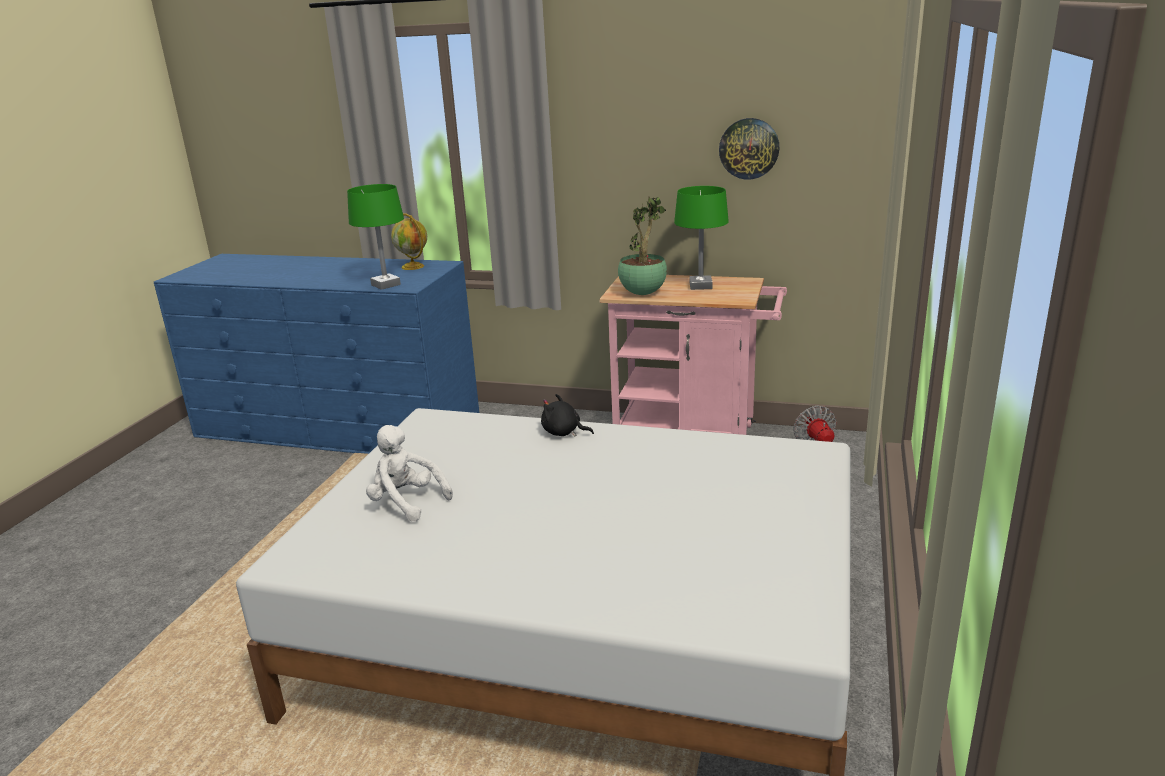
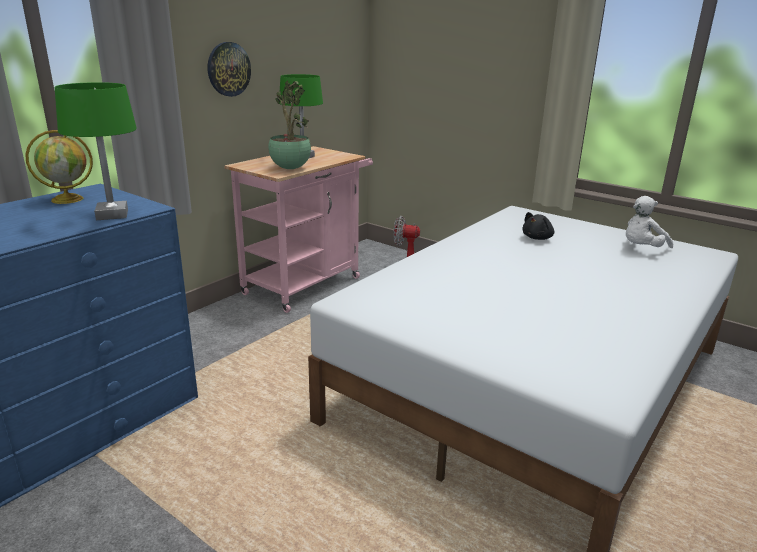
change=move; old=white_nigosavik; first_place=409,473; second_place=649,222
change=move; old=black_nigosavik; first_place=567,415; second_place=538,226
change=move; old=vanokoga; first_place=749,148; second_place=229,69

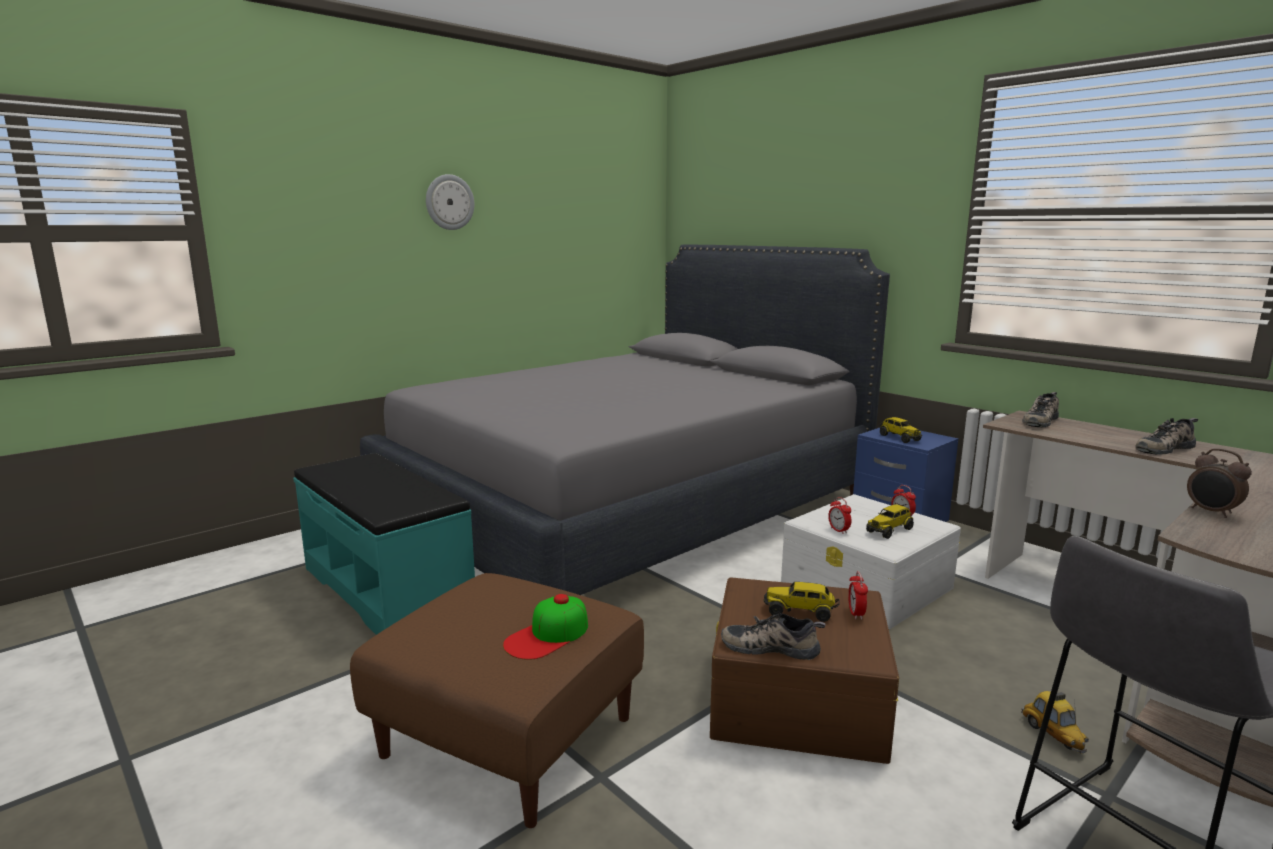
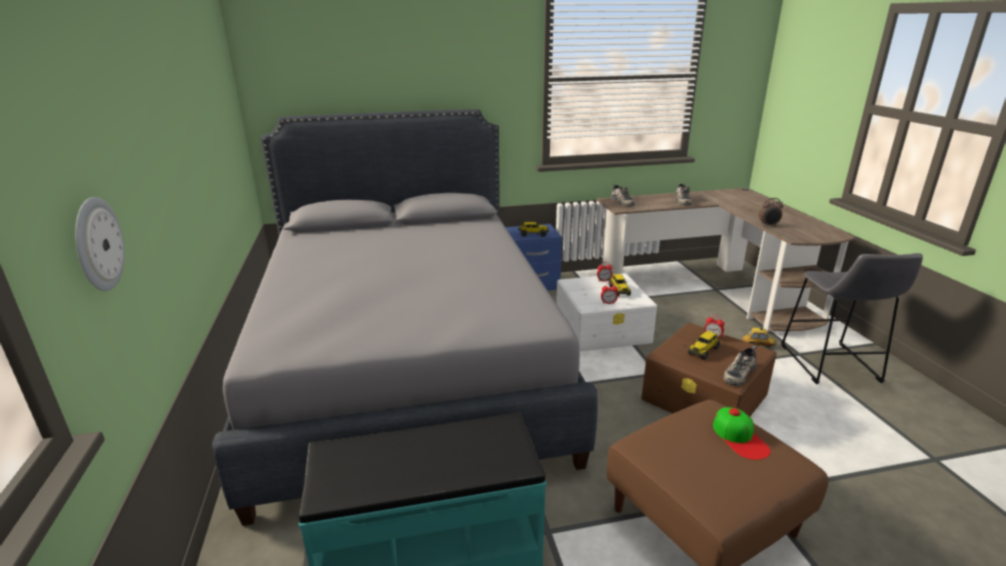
change=move; old=vanokoga; first_place=450,202; second_place=100,244

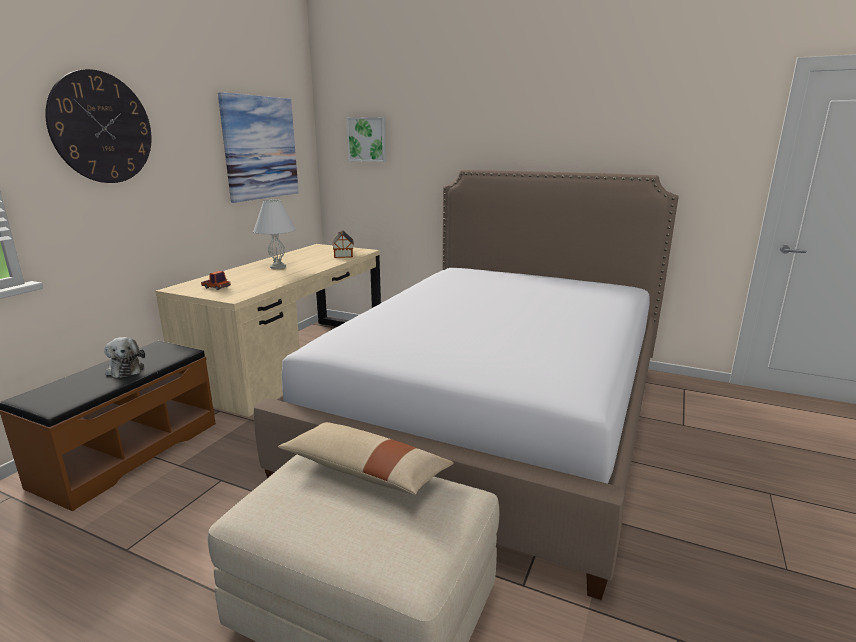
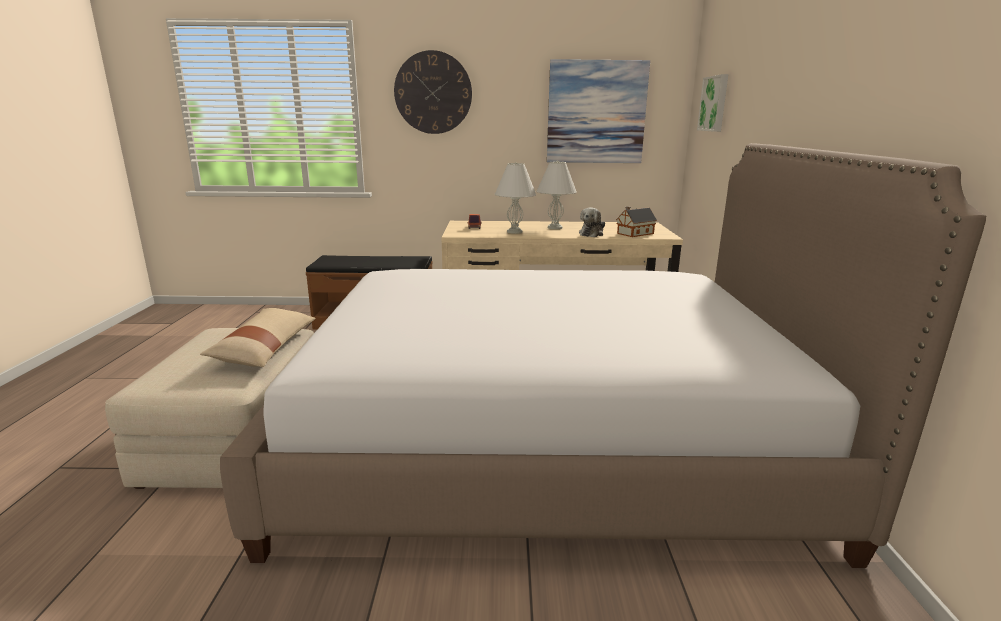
change=move; old=nigosavik; first_place=124,357; second_place=592,222
change=insert; new=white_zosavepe; second_place=515,198

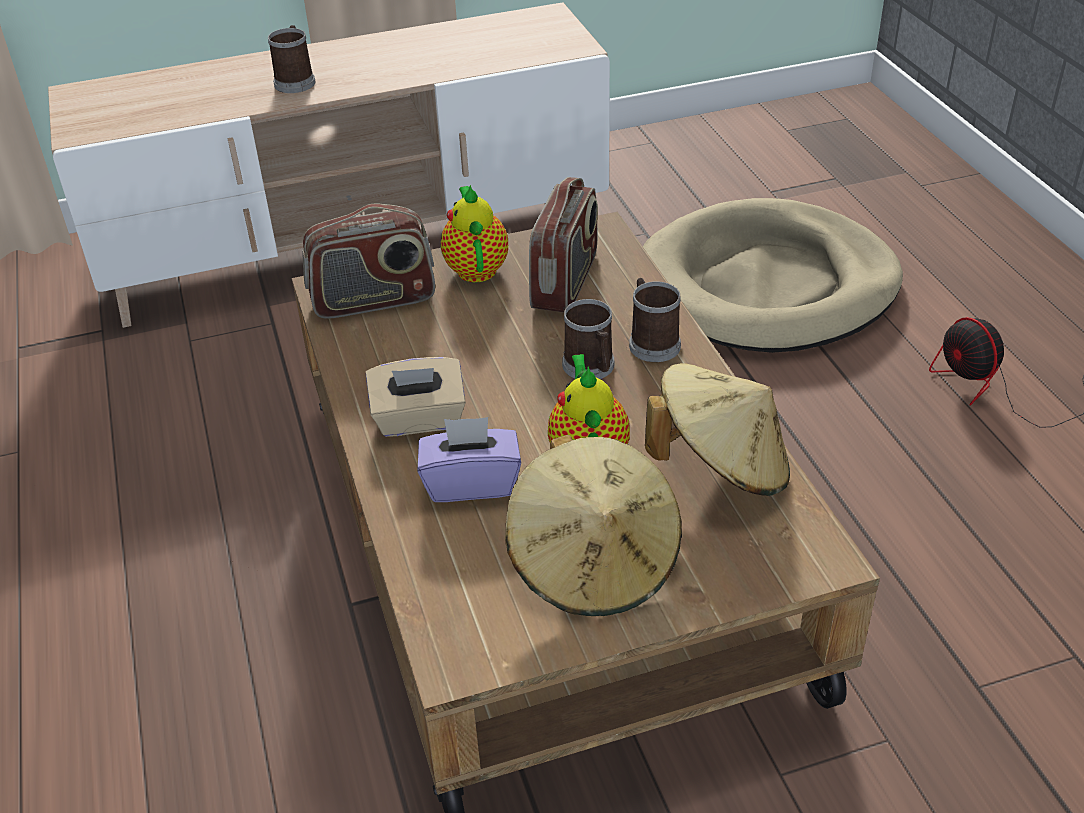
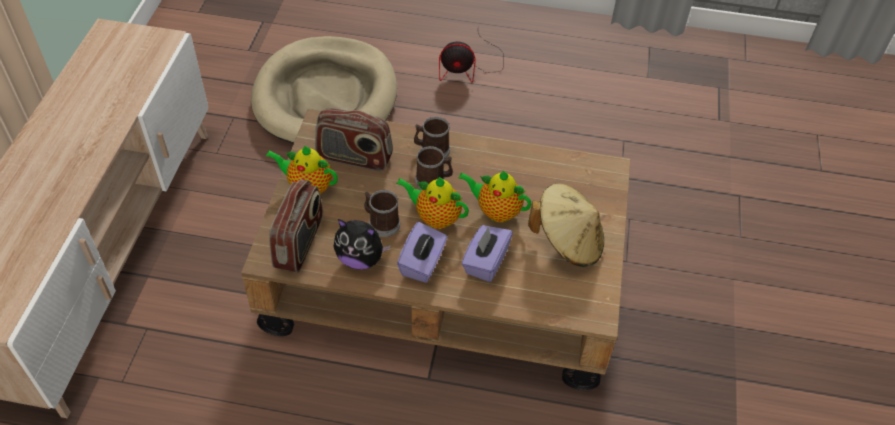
change=move; old=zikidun; first_place=292,59; second_place=382,213
change=recolor; old=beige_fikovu; new=purple_fikovu; first_place=416,397; second_place=422,252
change=rotate; old=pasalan; first_place=563,244; second_place=354,139; degrees=150
change=delete; old=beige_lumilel; first_place=717,429
change=insert; new=nigosavik; second_place=362,244
change=insert; new=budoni; second_place=432,203

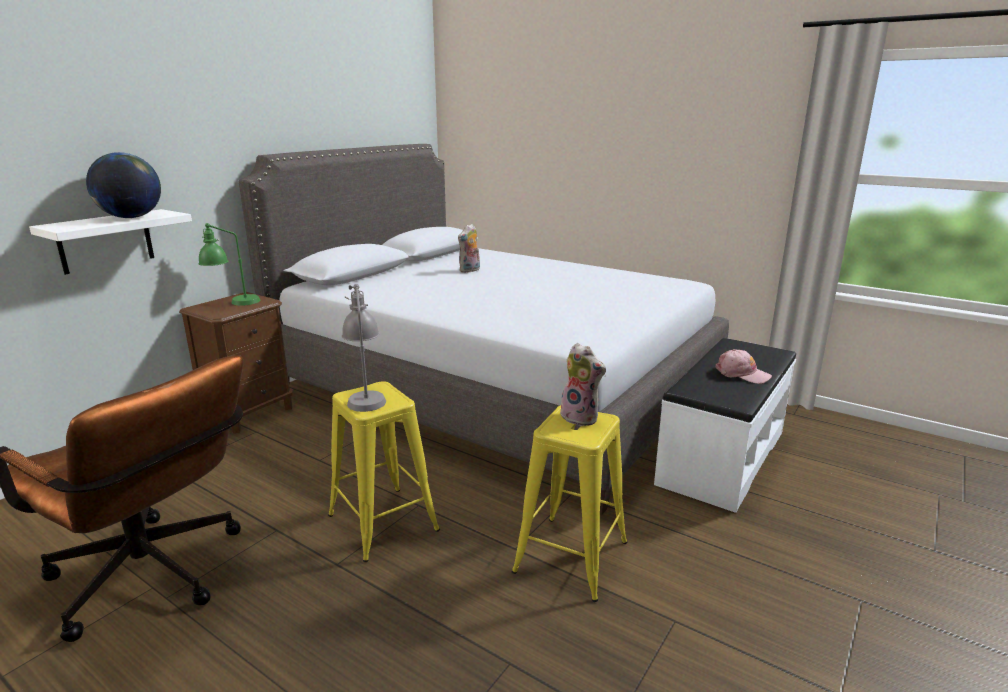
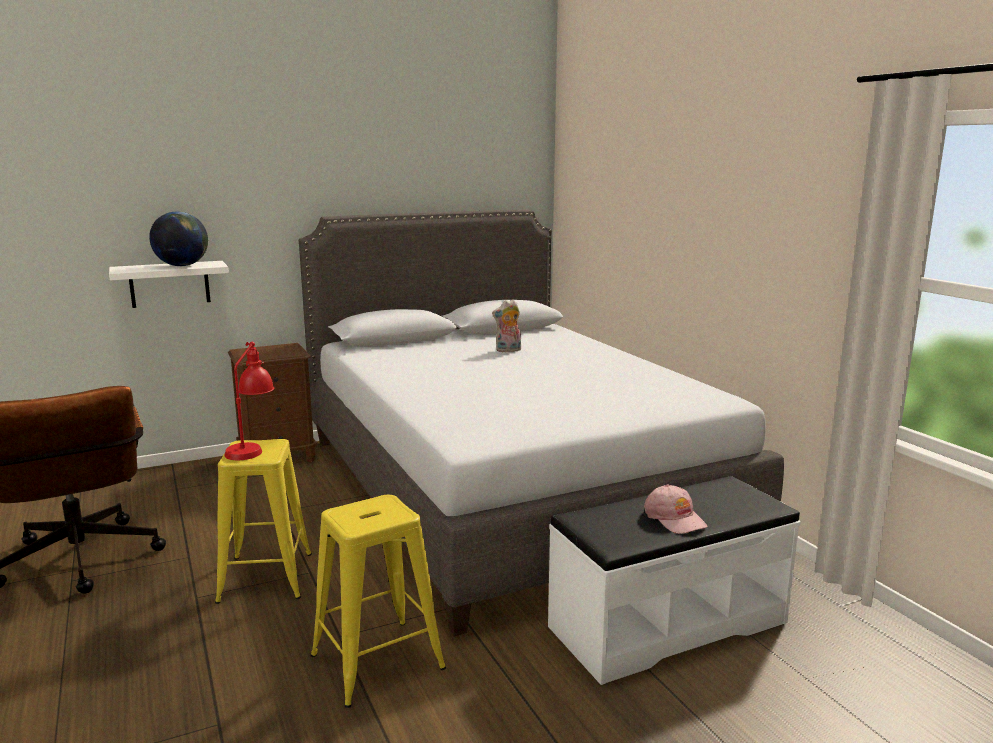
change=delete; old=green_zosavepe; first_place=229,264
change=recolor; old=grey_zosavepe; new=red_zosavepe; first_place=364,348; second_place=249,401
change=delete; old=nigosavik; first_place=582,384

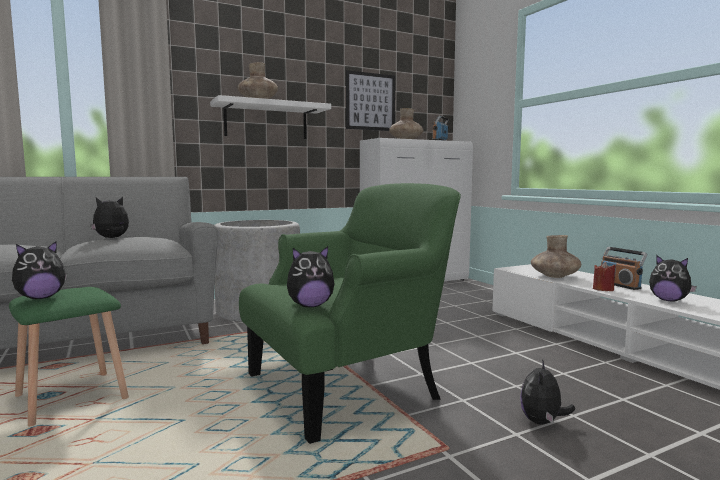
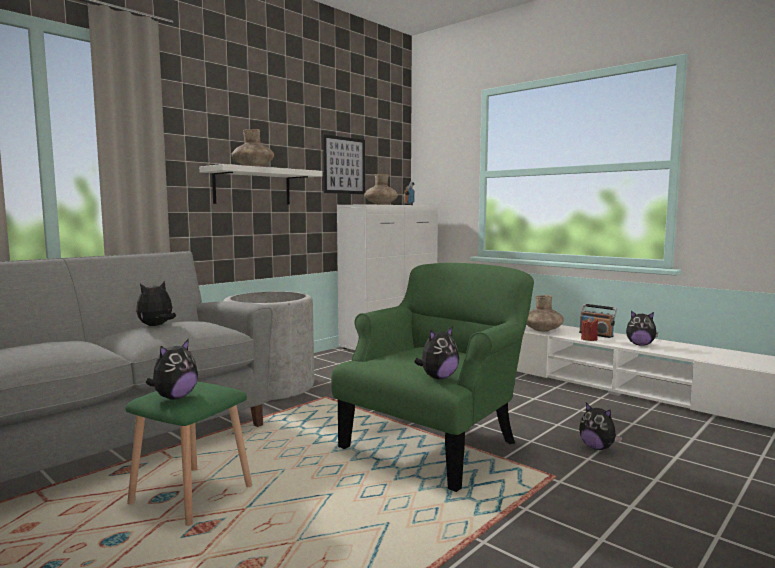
change=rotate; old=nigosavik; first_place=547,392; second_place=600,426; degrees=-45

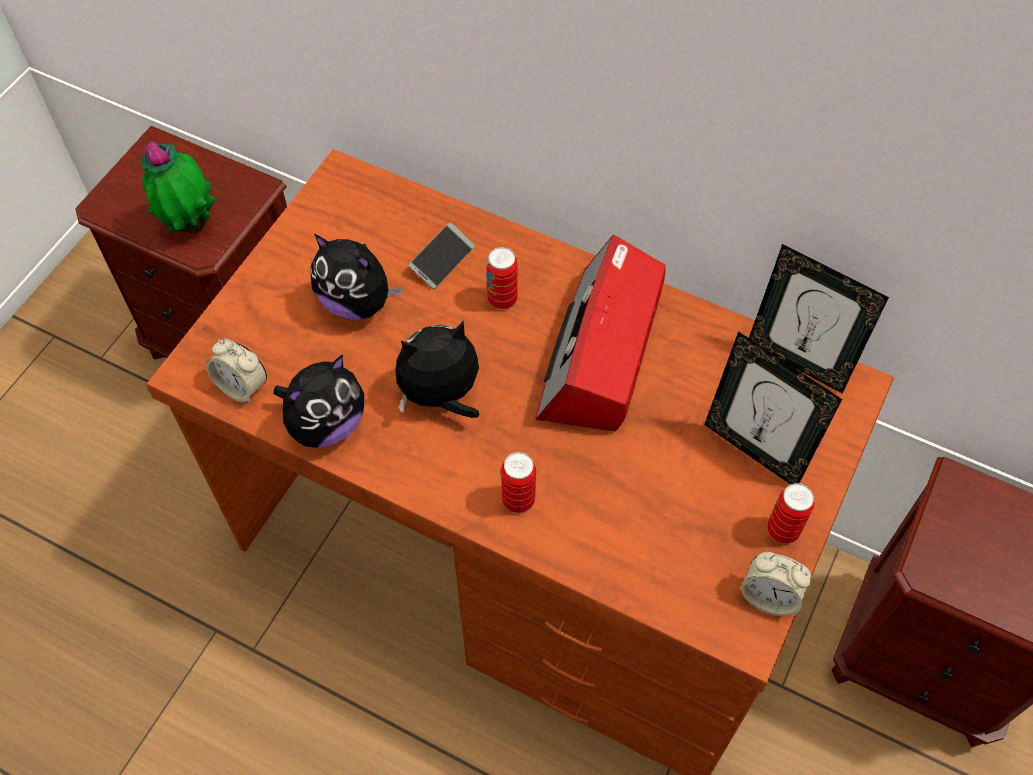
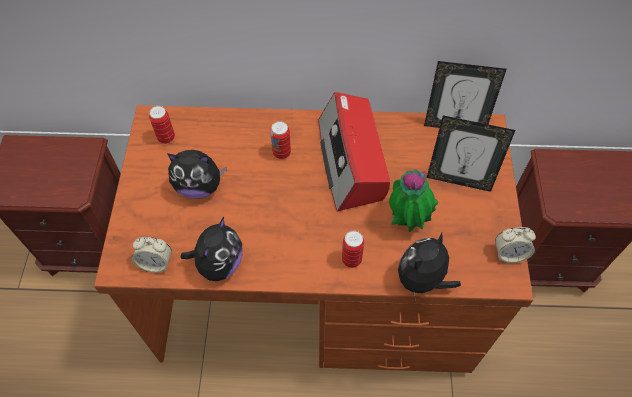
change=move; old=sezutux; first_place=178,187; second_place=414,200
change=move; old=nigosavik; first_place=437,369; second_place=429,267
change=delete; old=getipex; first_place=441,256
change=move; old=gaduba; first_place=790,513; second_place=162,125

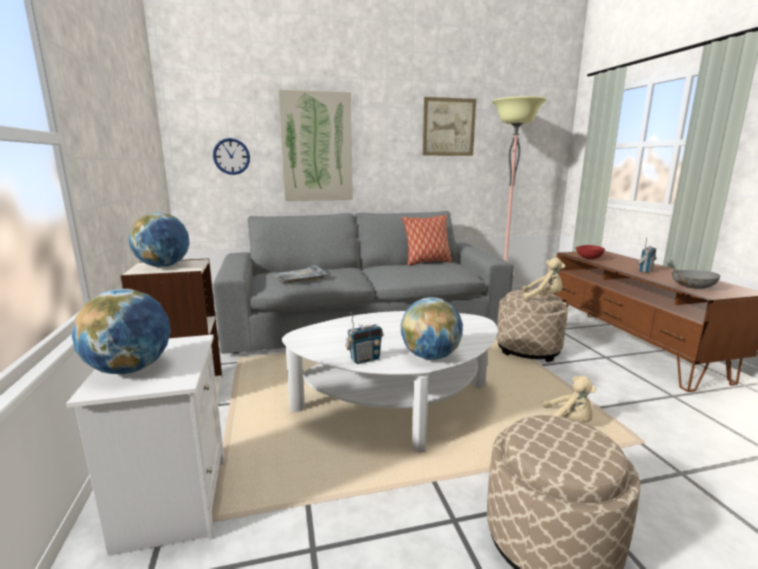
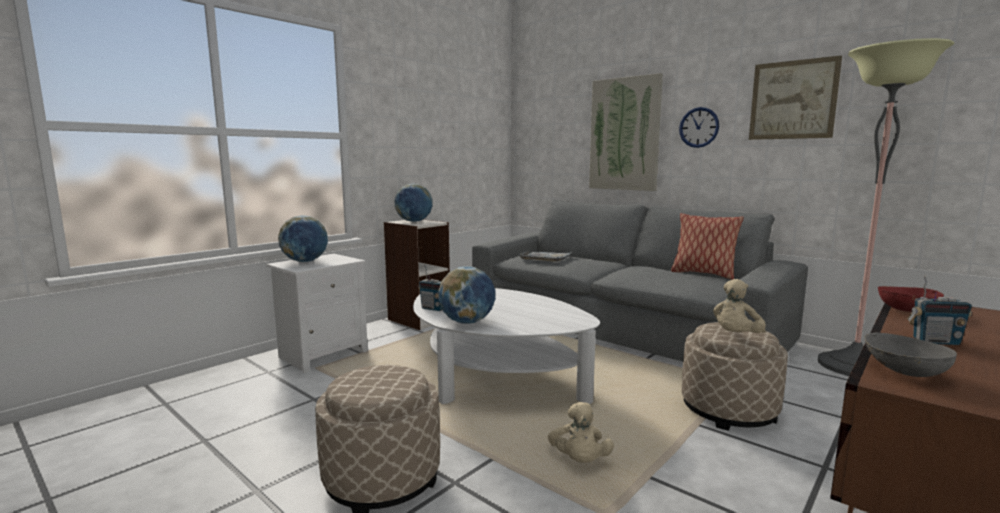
change=move; old=vanokoga; first_place=231,156; second_place=699,127
change=rotate; old=beige_nigosavik; first_place=543,279; second_place=739,306; degrees=60

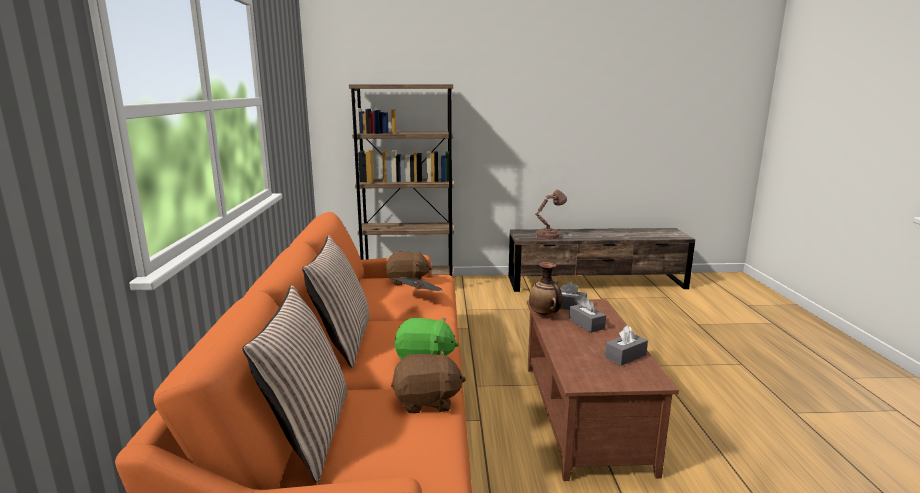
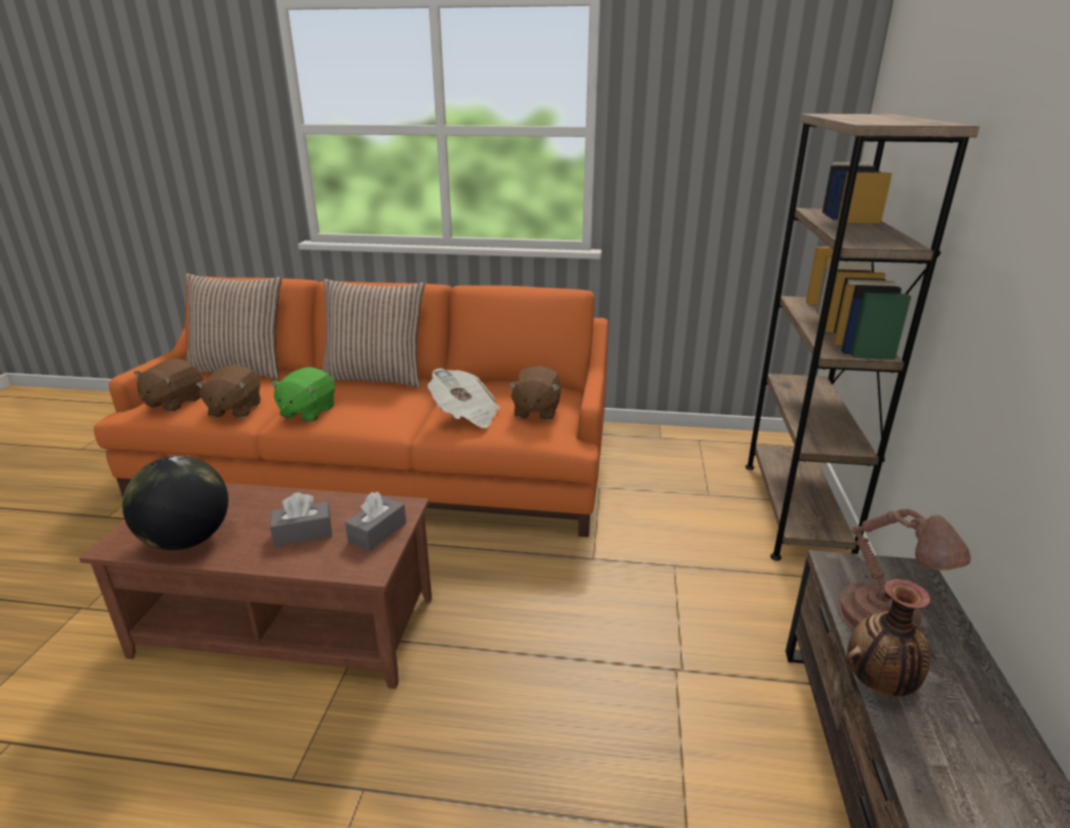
change=move; old=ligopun; first_place=545,289; second_place=888,637
change=replace; old=grey_fikovu; new=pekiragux; first_place=626,345; second_place=175,503
change=insert; new=brown_nigosavik; second_place=168,385

